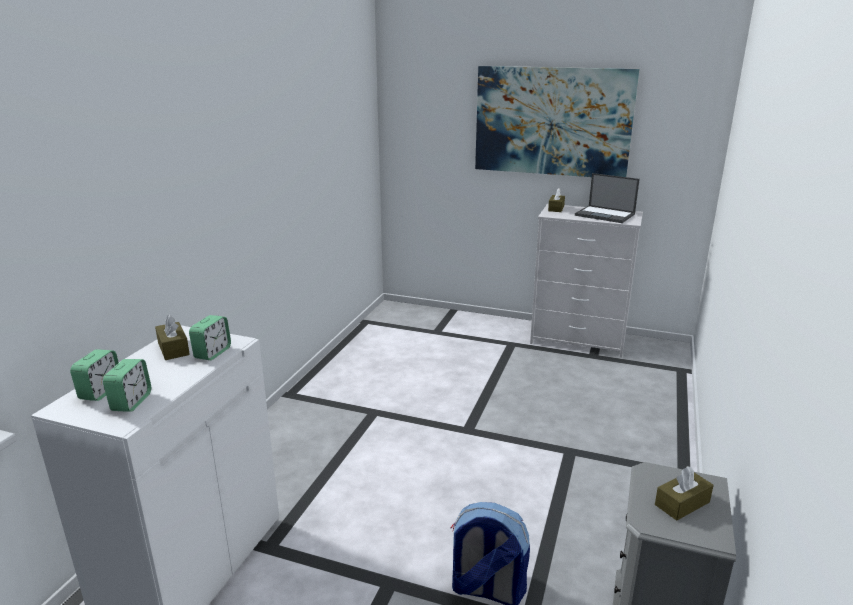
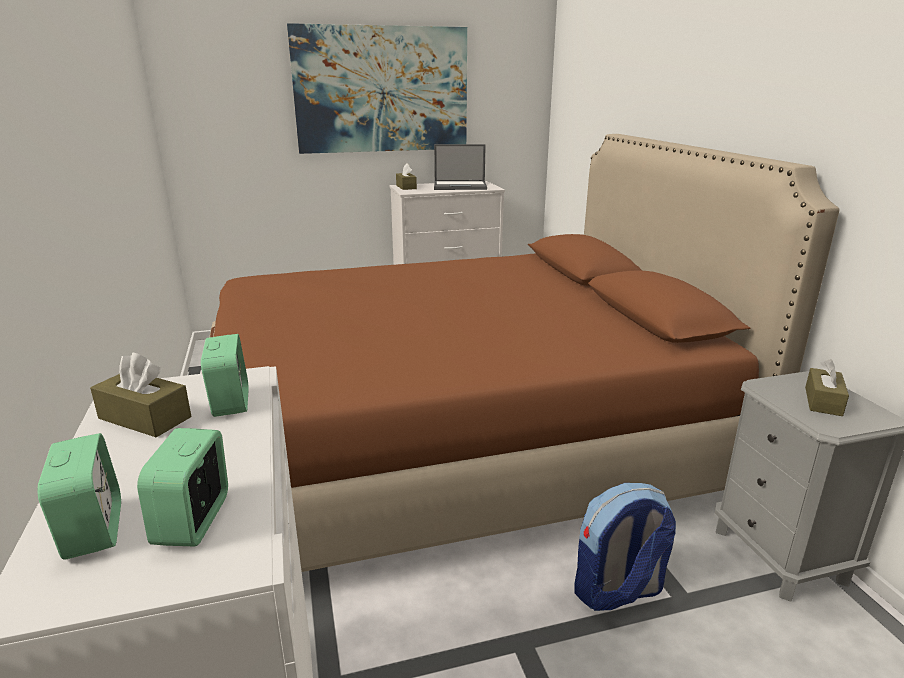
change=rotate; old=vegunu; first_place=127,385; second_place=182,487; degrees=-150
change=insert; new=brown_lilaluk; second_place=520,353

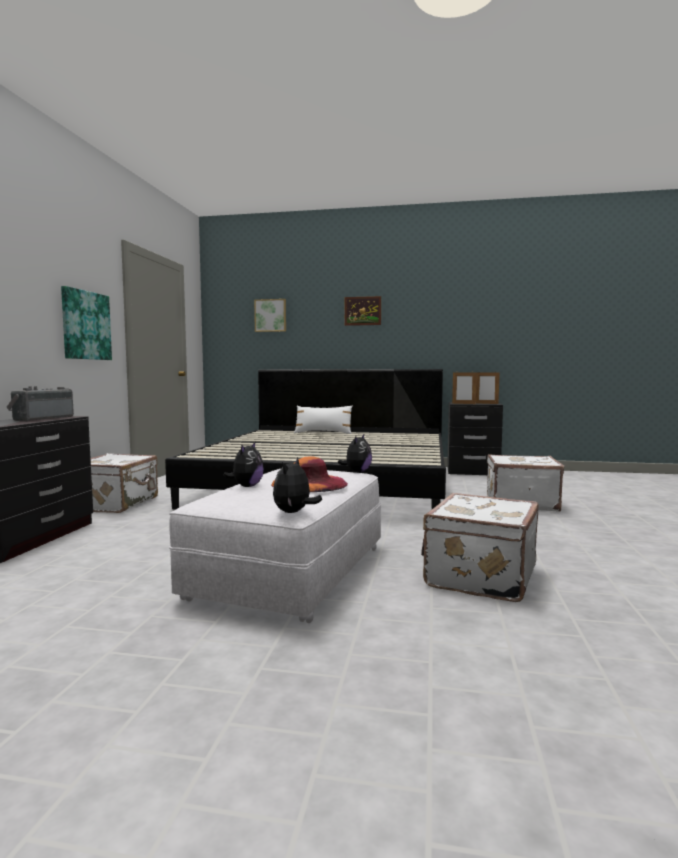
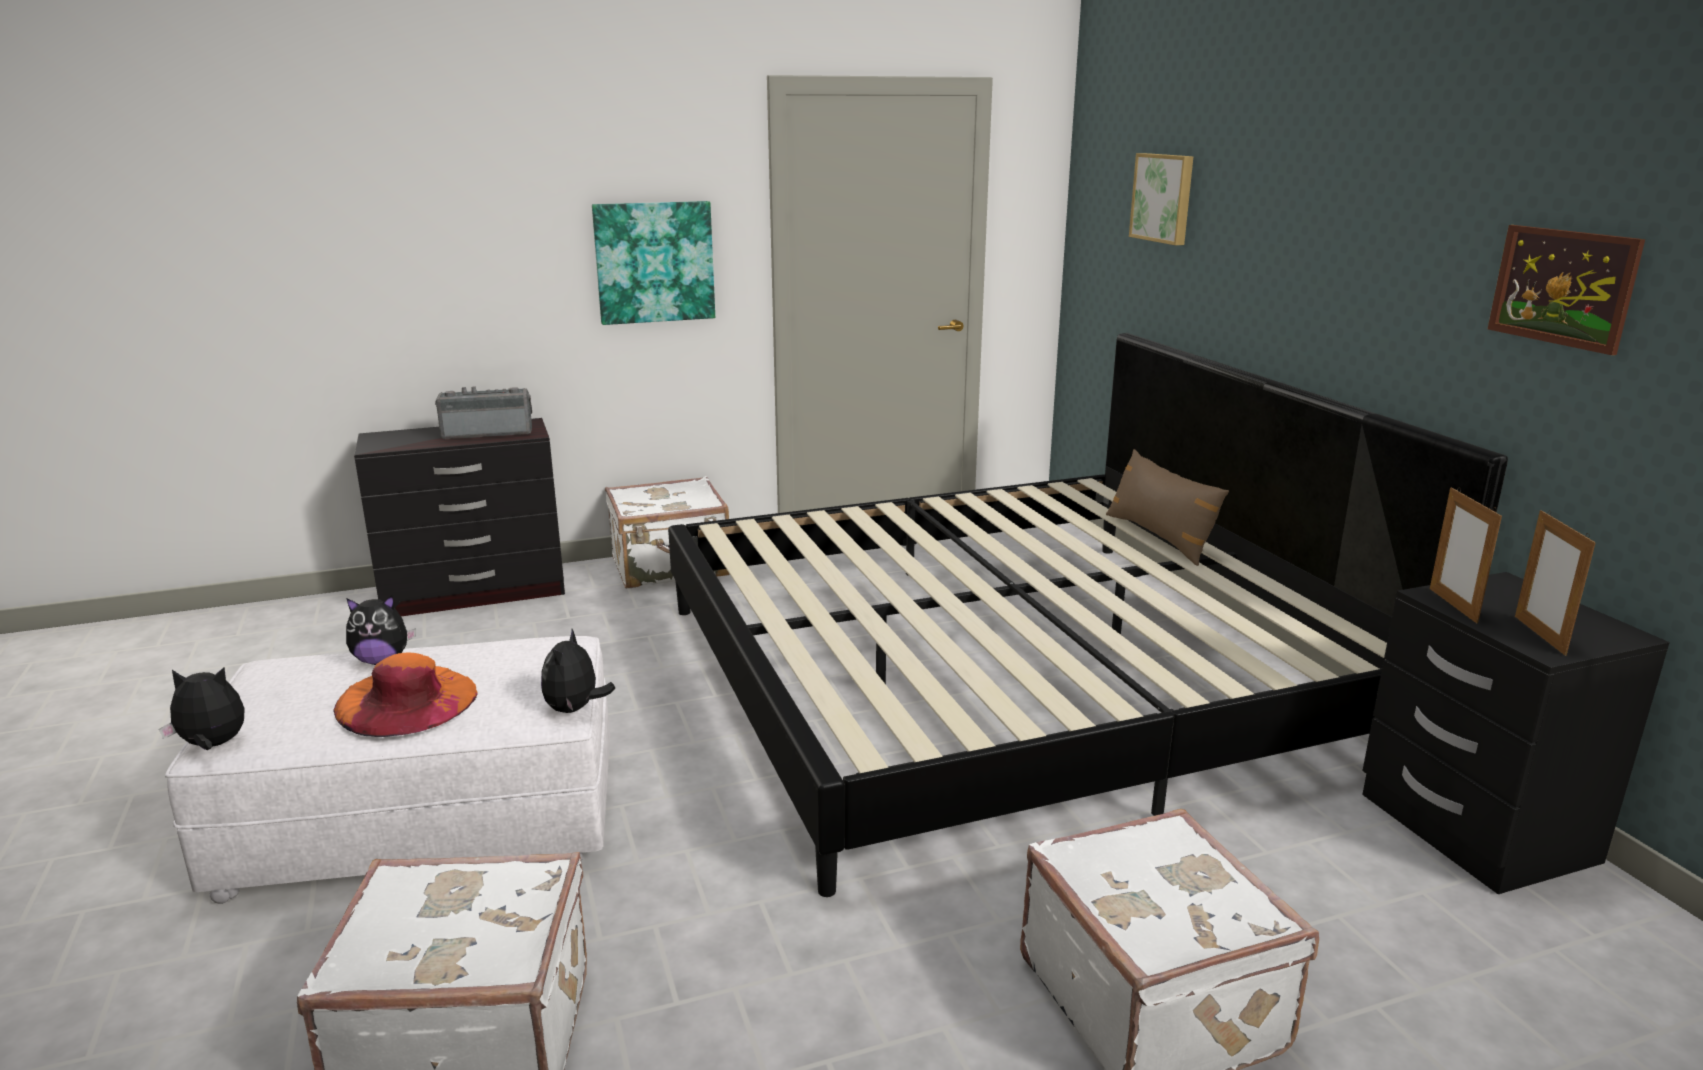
change=recolor; old=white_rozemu; new=brown_rozemu; first_place=323,420; second_place=1167,507
change=rotate; old=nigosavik; first_place=355,452; second_place=578,671; degrees=105
change=move; old=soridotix; first_place=362,311; second_place=1566,290

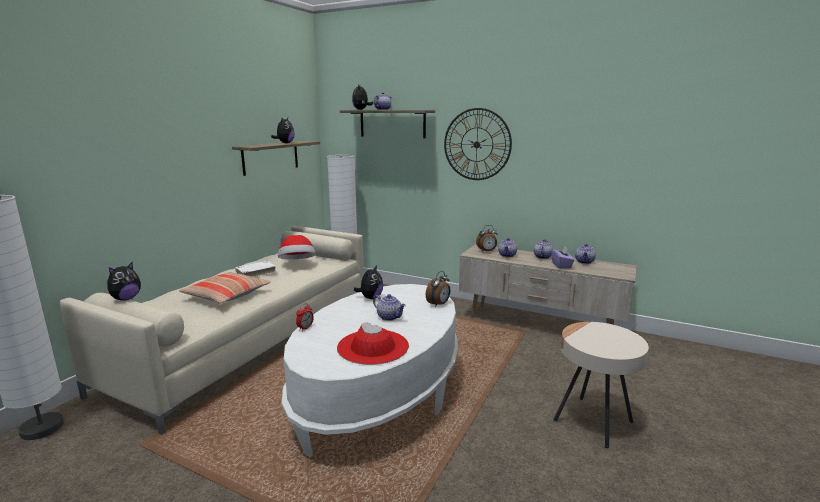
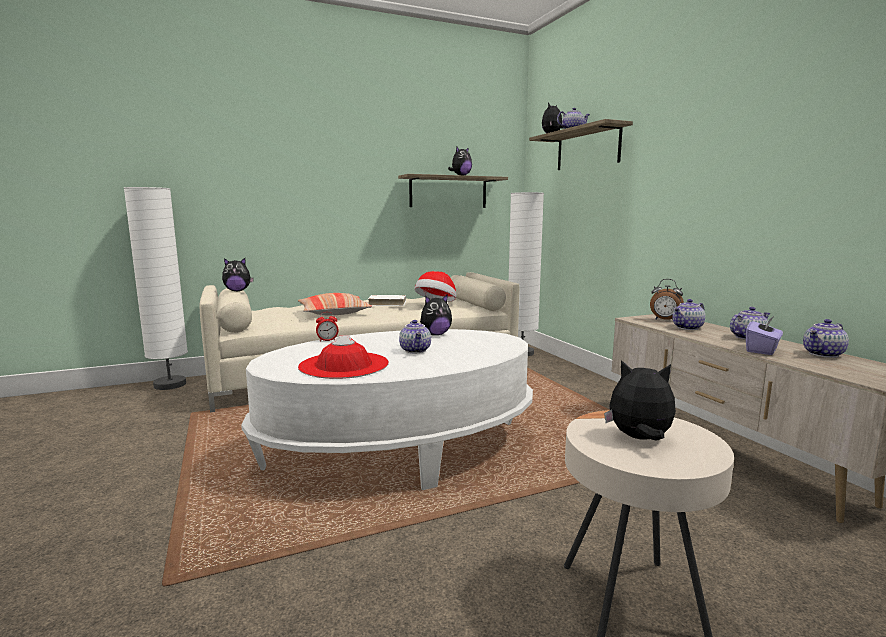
change=delete; old=vegunu; first_place=438,289
change=delete; old=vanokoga; first_place=478,144
change=insert; new=nigosavik; second_place=640,400

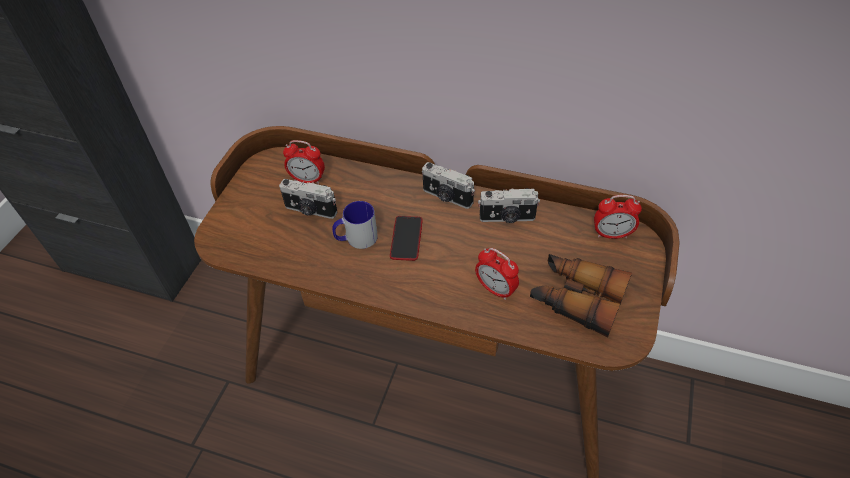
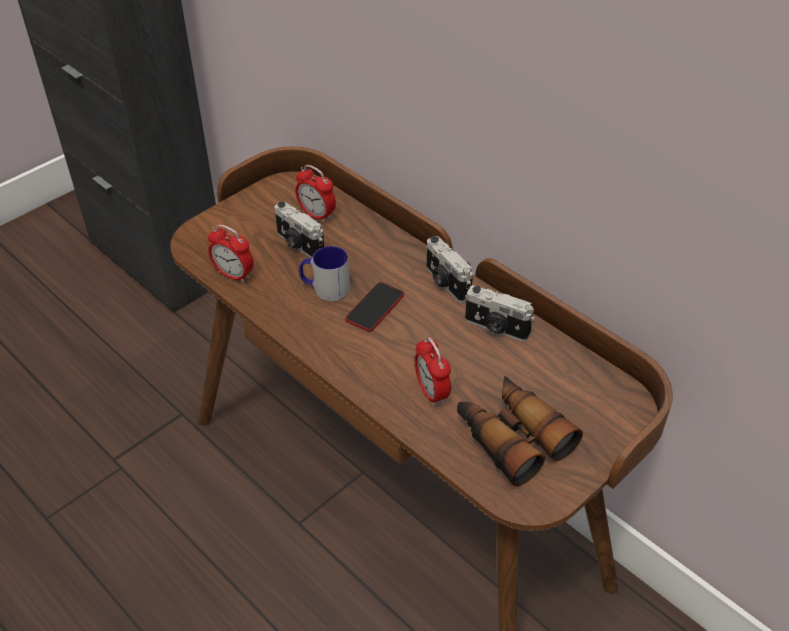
change=move; old=vegunu; first_place=618,217; second_place=231,253

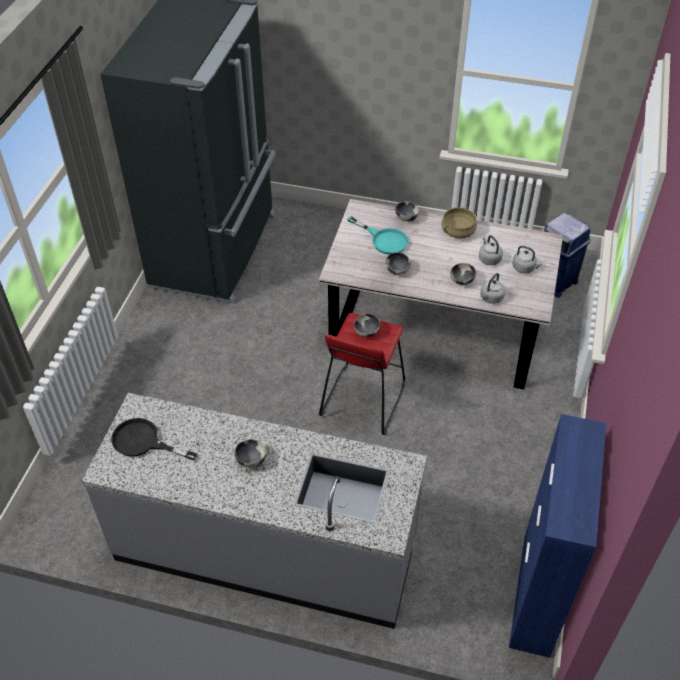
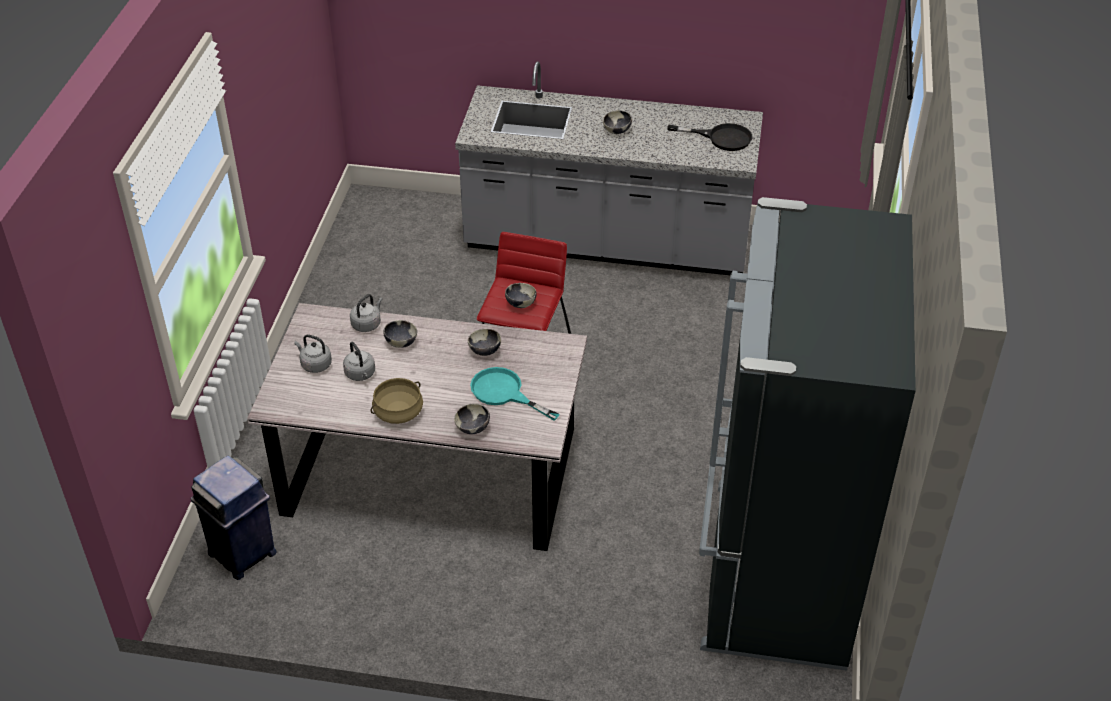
change=delete; old=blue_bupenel; first_place=557,536

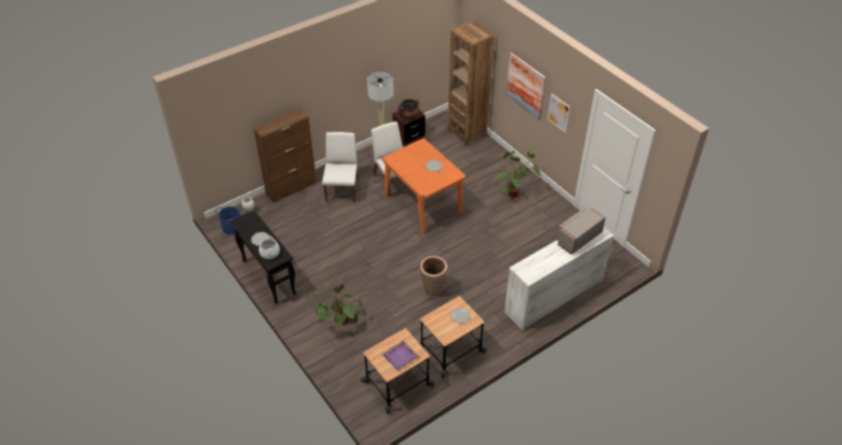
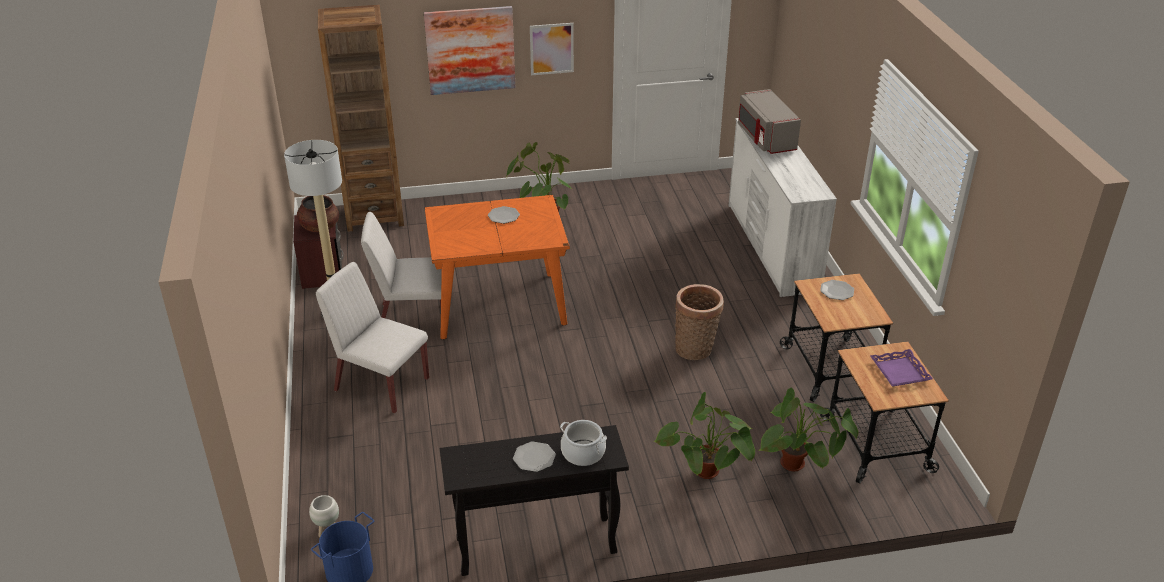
change=delete; old=brown_bupenel; first_place=285,156
change=insert; new=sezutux; second_place=809,430

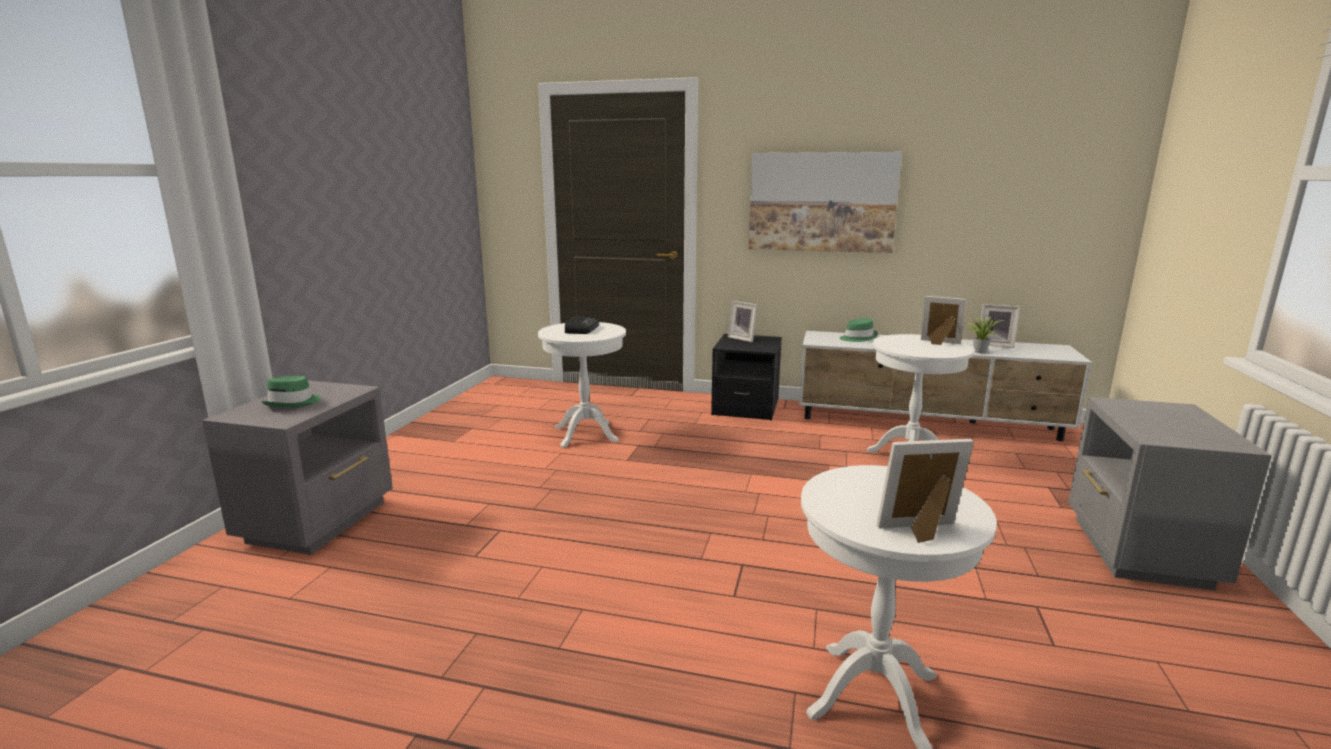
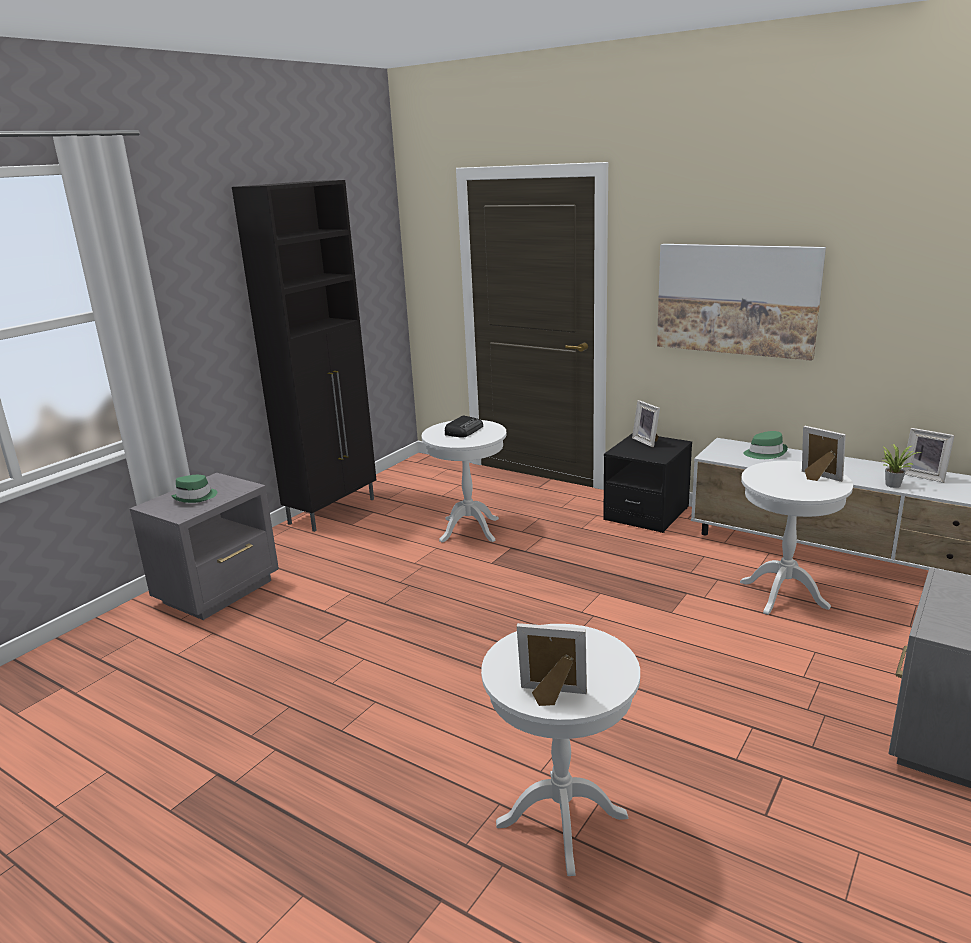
change=insert; new=black_bupenel; second_place=304,356

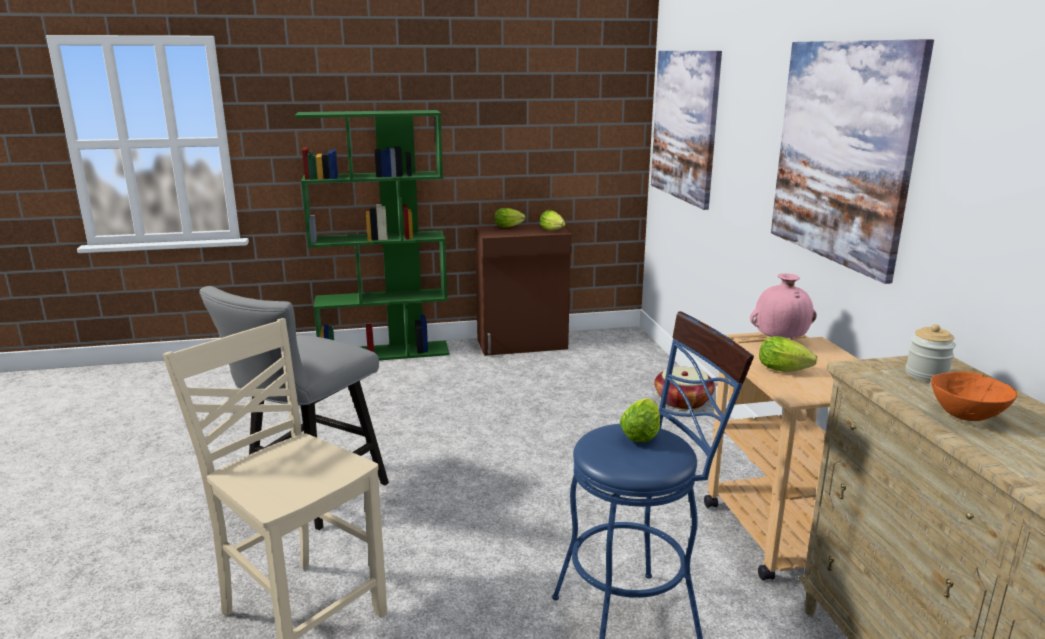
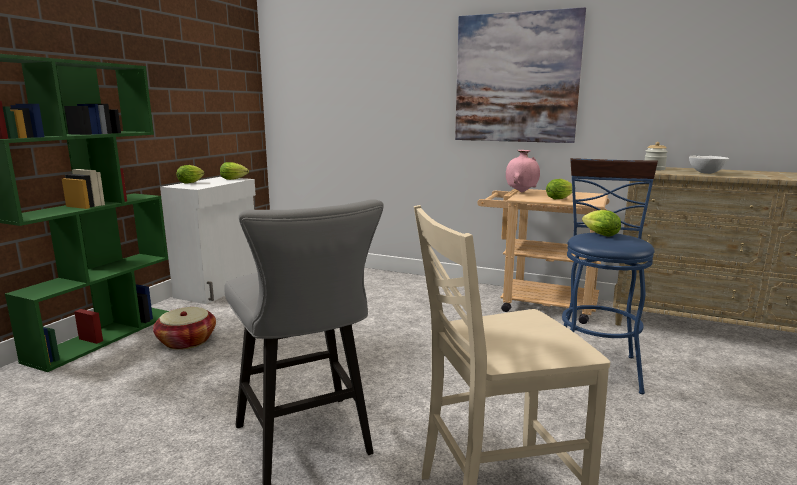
change=recolor; old=brown_bupenel; new=white_bupenel; first_place=523,290; second_place=209,240
change=delete; old=soridotix; first_place=686,130
change=move; old=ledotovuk; first_place=684,388; second_place=184,328
change=recolor; old=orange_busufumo; new=white_busufumo; first_place=974,396; second_place=709,164

